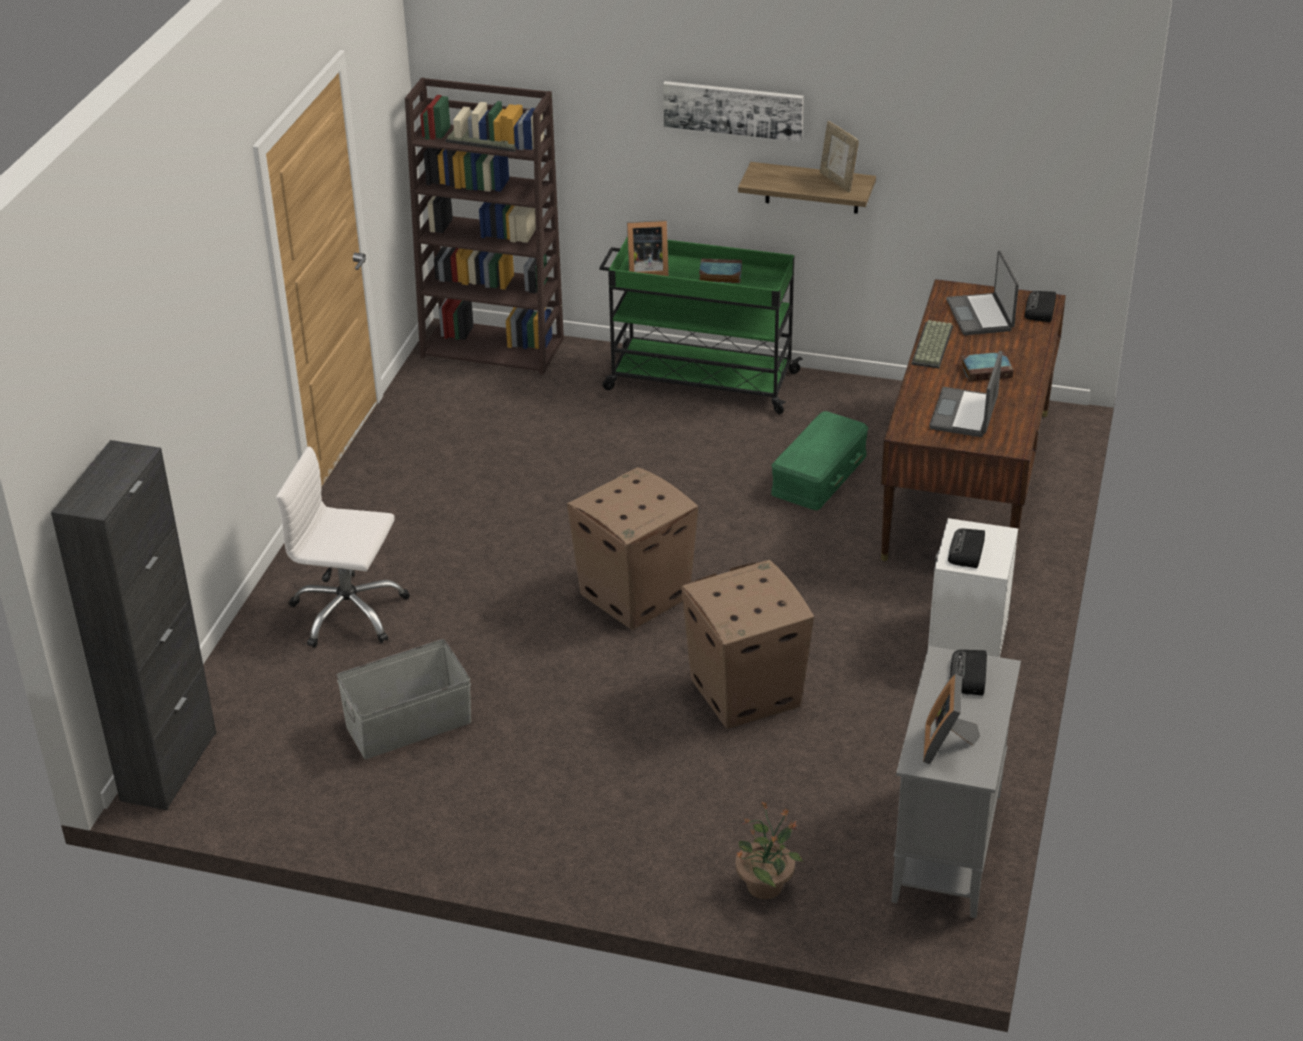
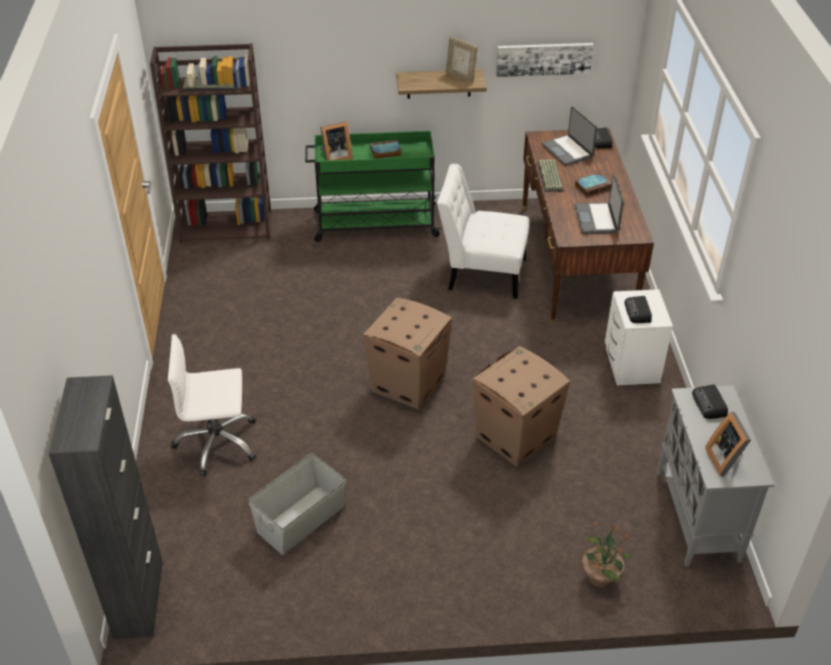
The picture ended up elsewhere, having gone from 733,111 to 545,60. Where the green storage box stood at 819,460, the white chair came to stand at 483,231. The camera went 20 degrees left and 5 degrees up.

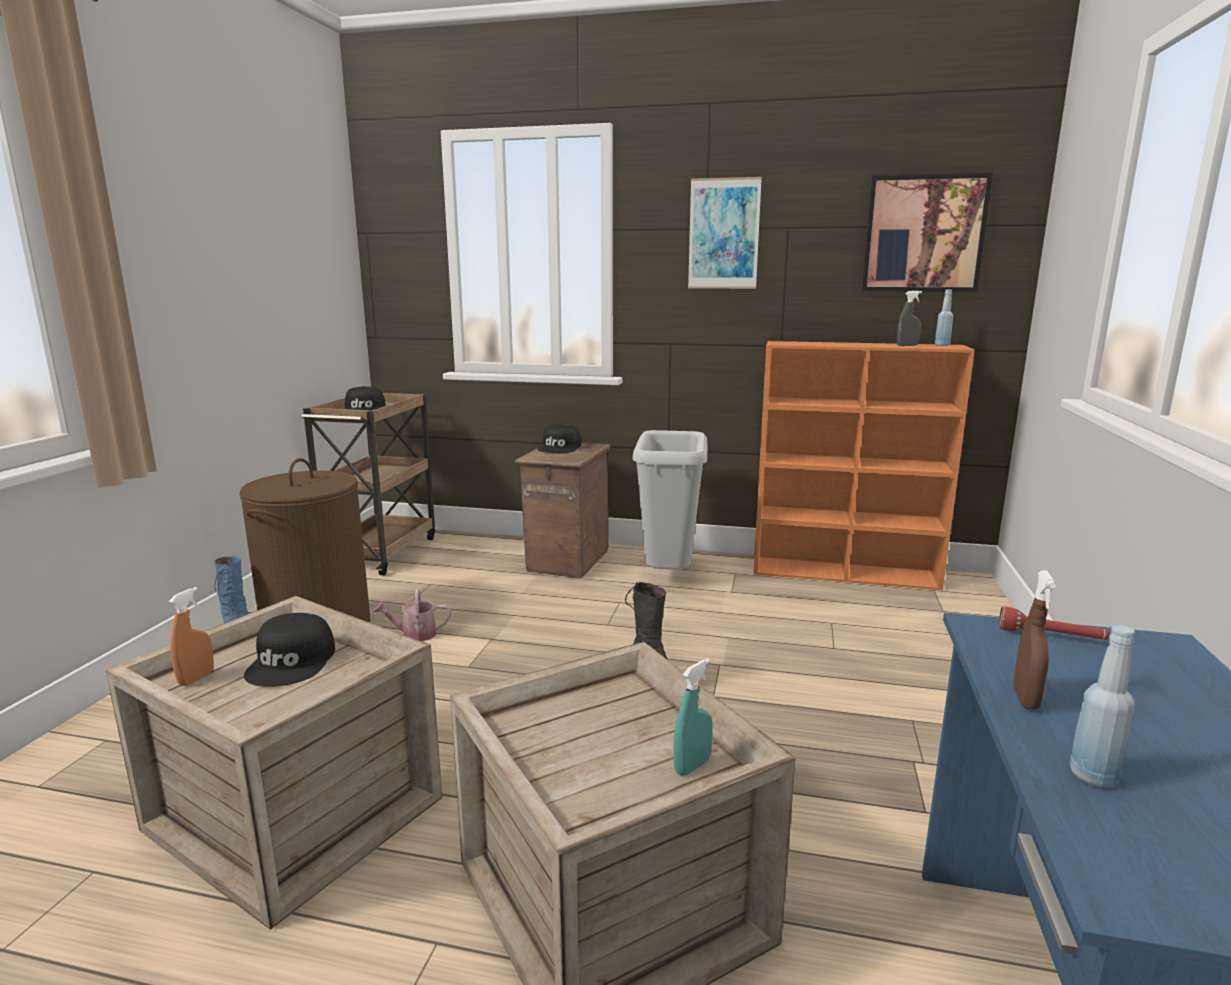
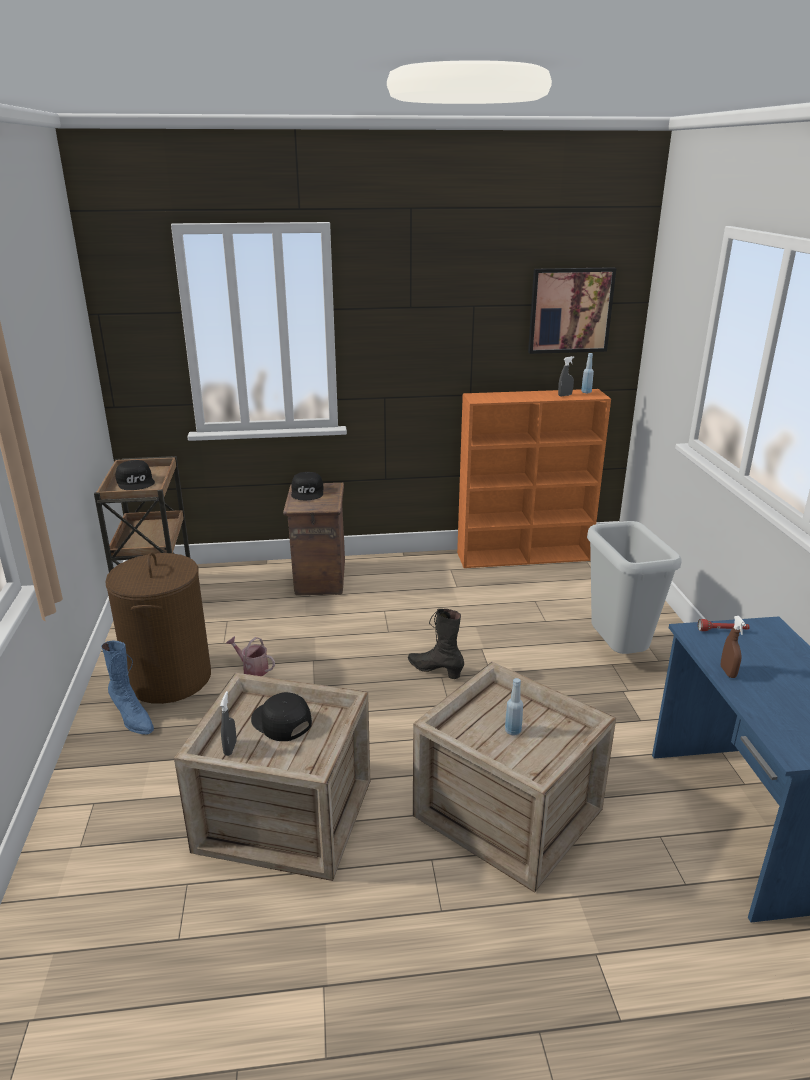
The second view lost the turquoise spray bottle at 693,717. The second view lost the picture at 725,233. The grey trash can ended up elsewhere, having gone from 670,500 to 634,587. The blue bottle ended up elsewhere, having gone from 1102,706 to 514,707. What was the orange spray bottle at 191,636 turned into the grey spray bottle at 228,723. The black cap at 289,650 ended up facing another way, 150 degrees clockwise from before. The watering can at 411,615 ended up facing another way, 60 degrees clockwise from before. The camera went 20 degrees left and 10 degrees up.

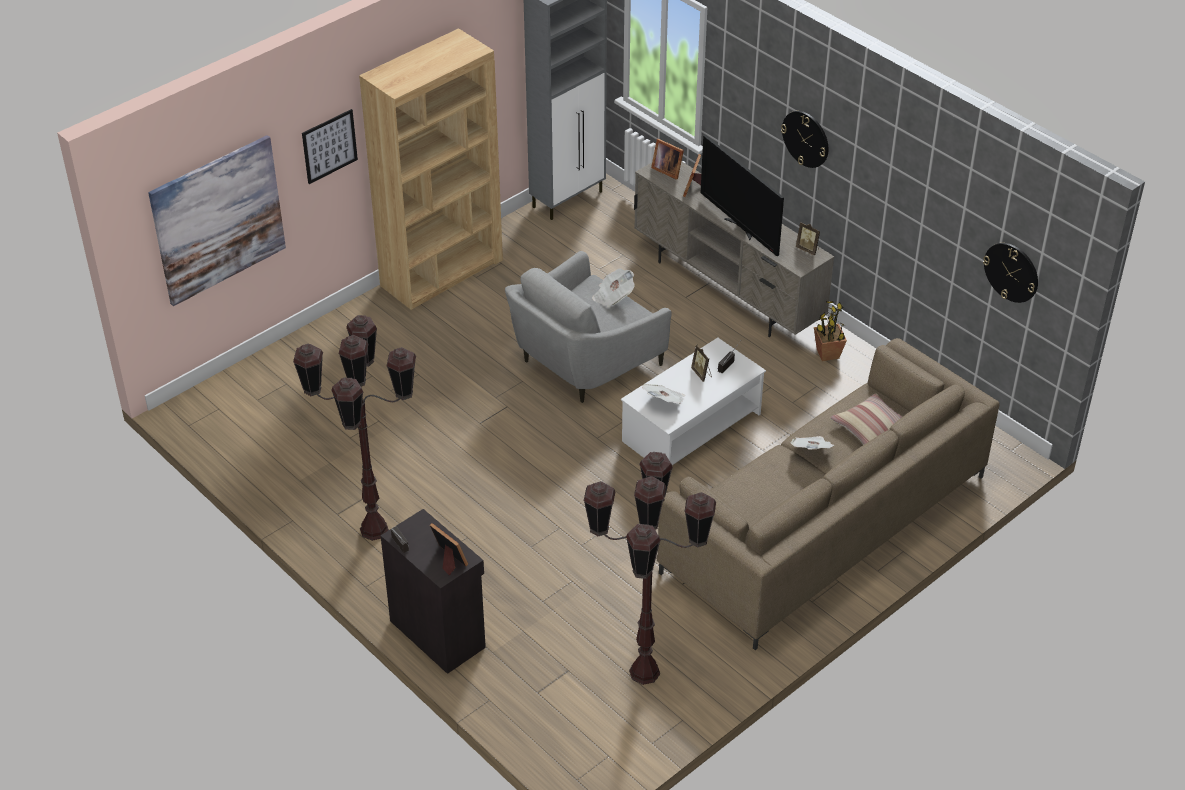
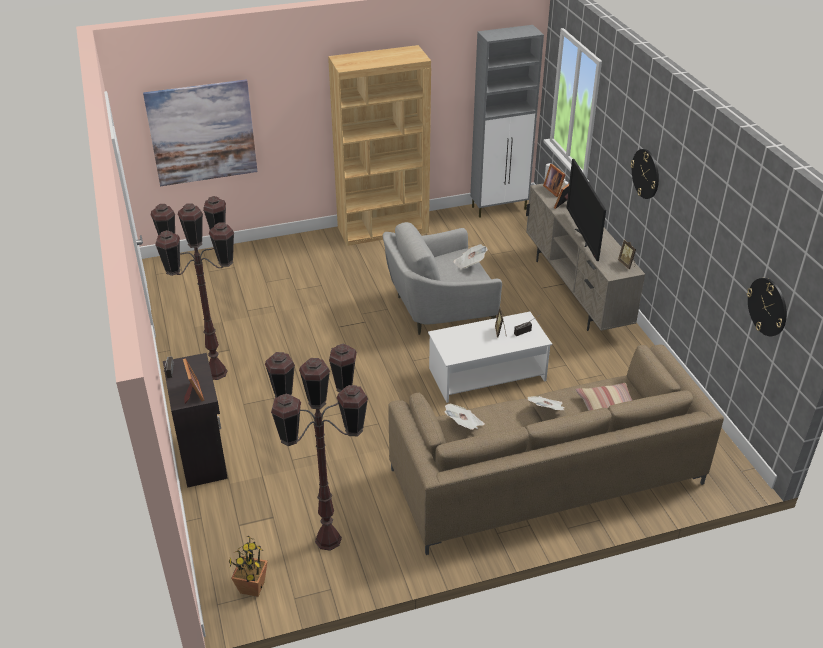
The second view lost the picture at 330,146. The newspaper ended up elsewhere, having gone from 663,394 to 464,416. The potted plant ended up elsewhere, having gone from 830,331 to 248,566. The camera went 25 degrees right and 5 degrees down.

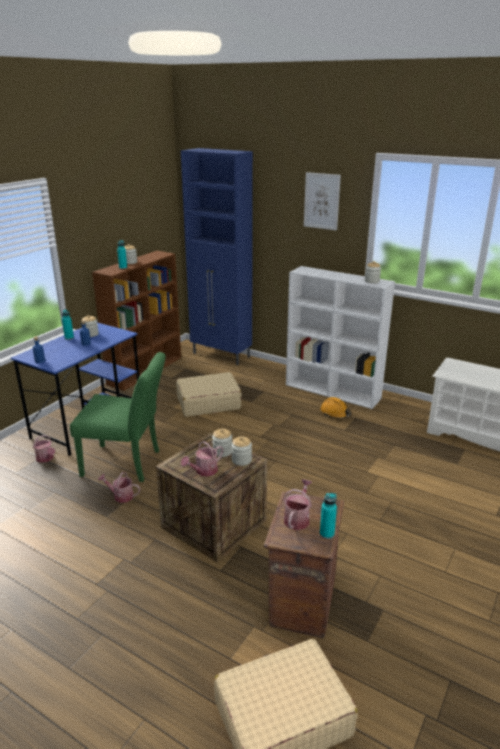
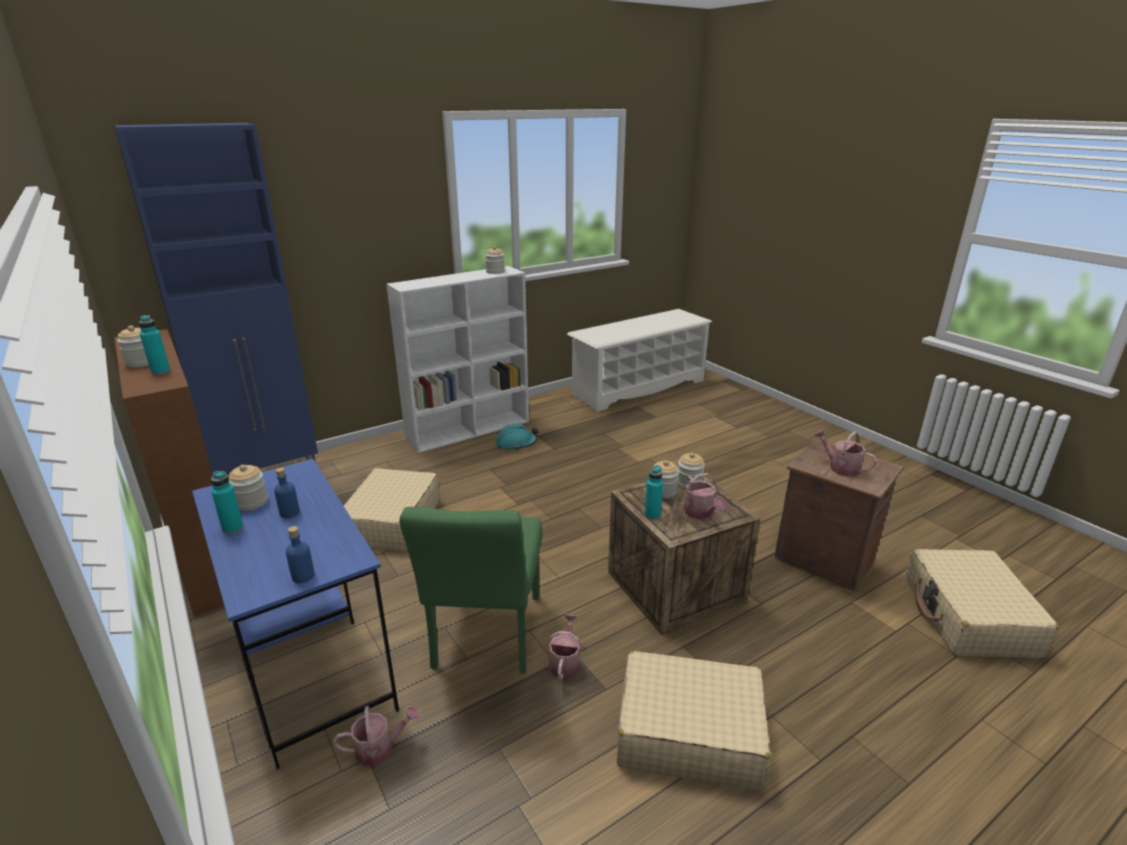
The second view lost the picture at 322,201. The second view gained the beige suitcase at 694,720. The turquoise bottle ended up elsewhere, having gone from 328,516 to 654,492. What was the orange hard hat at 335,408 turned into the turquoise hard hat at 517,437. The green chair at 118,417 ended up facing another way, 150 degrees clockwise from before. The watering can at 119,487 ended up facing another way, 150 degrees clockwise from before. The camera went 65 degrees left and 0 degrees up.

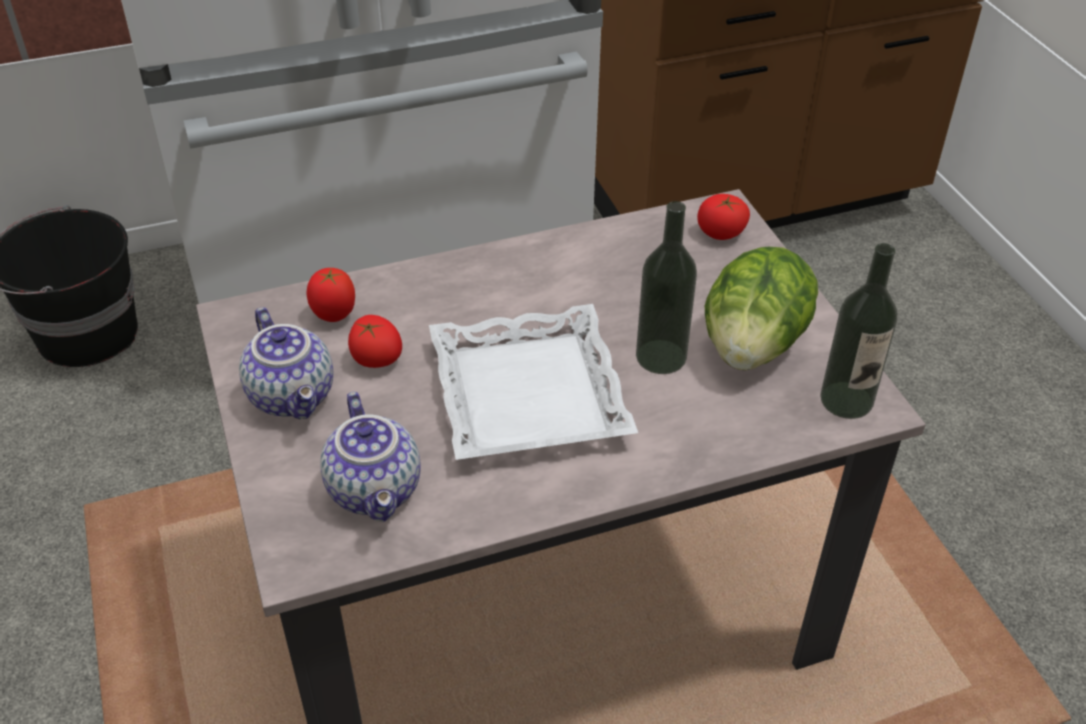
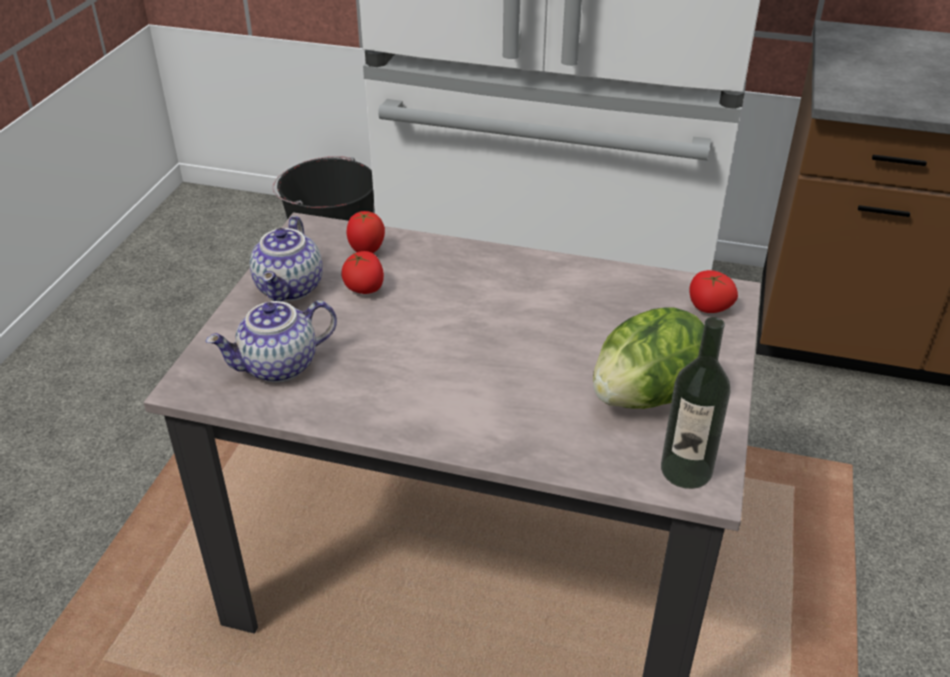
The second view lost the white tray at 533,382. The second view lost the bottle at 666,287. The teapot at 370,457 ended up facing another way, 45 degrees clockwise from before. The camera went 35 degrees right and 5 degrees down.

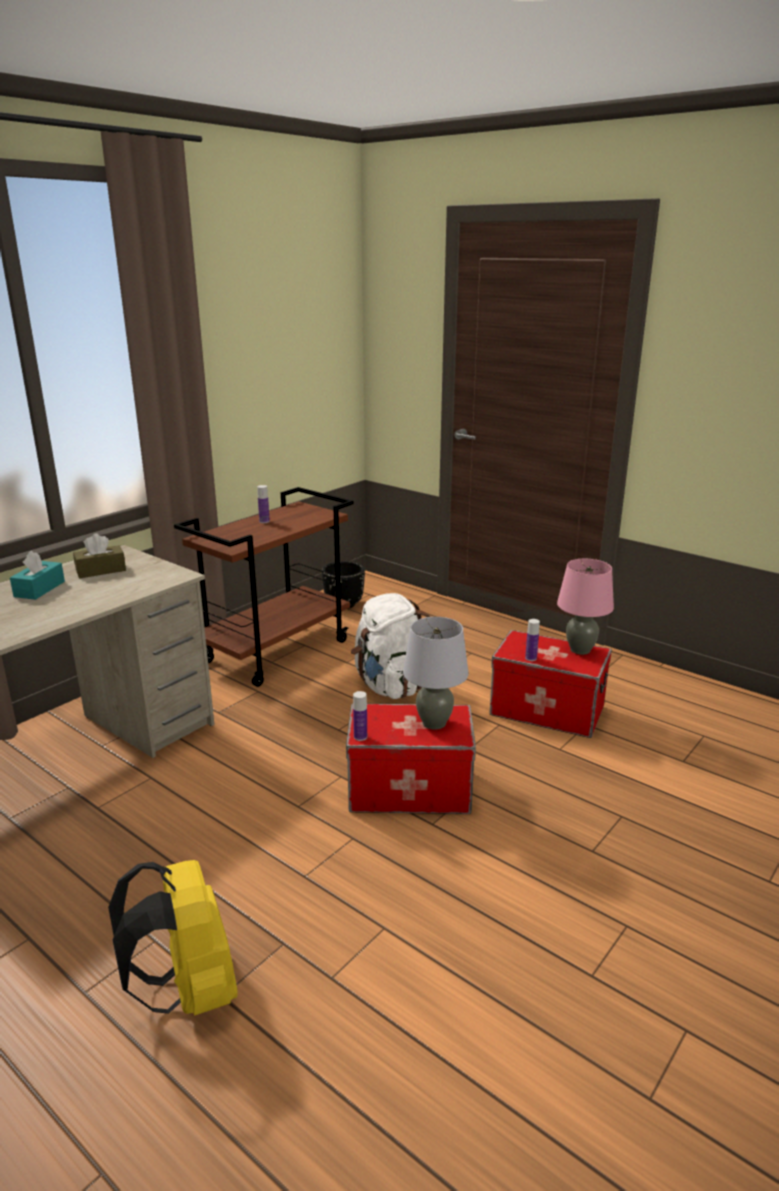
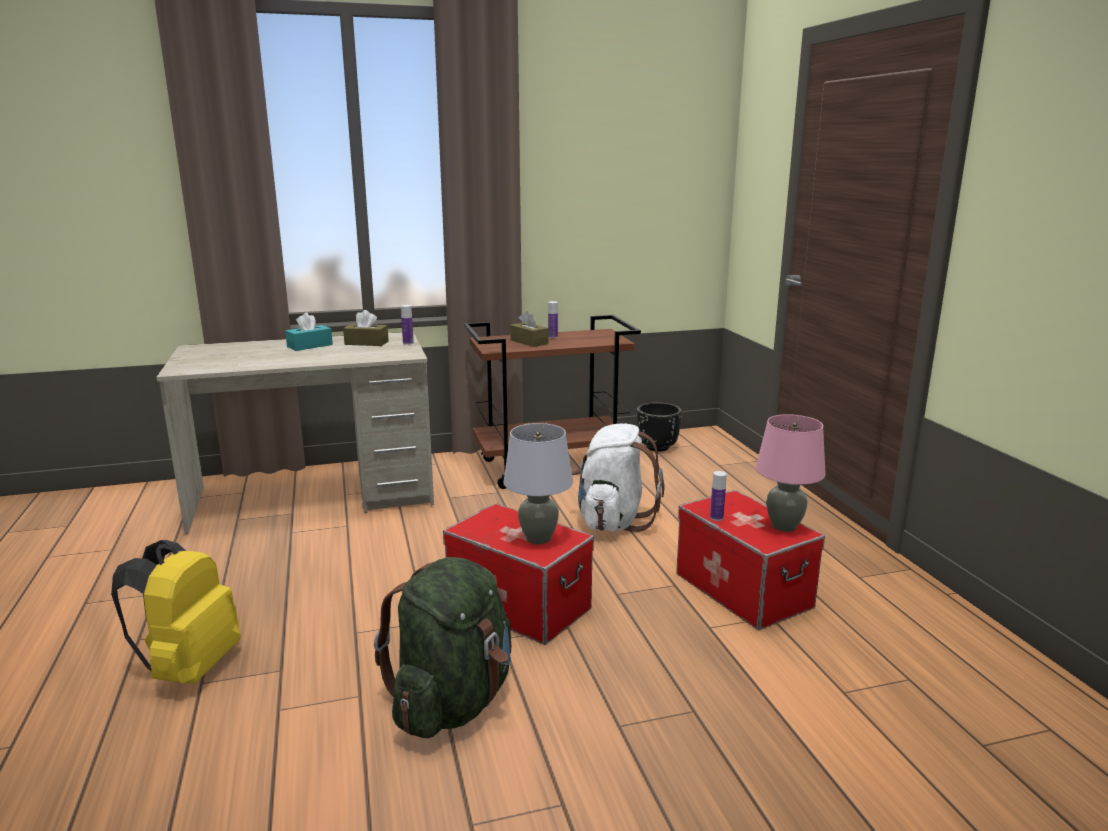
The second view gained the green backpack at 442,647. The second view gained the brown tissue box at 529,329. The bottle ended up elsewhere, having gone from 360,716 to 407,325. The camera went 35 degrees right and 5 degrees down.

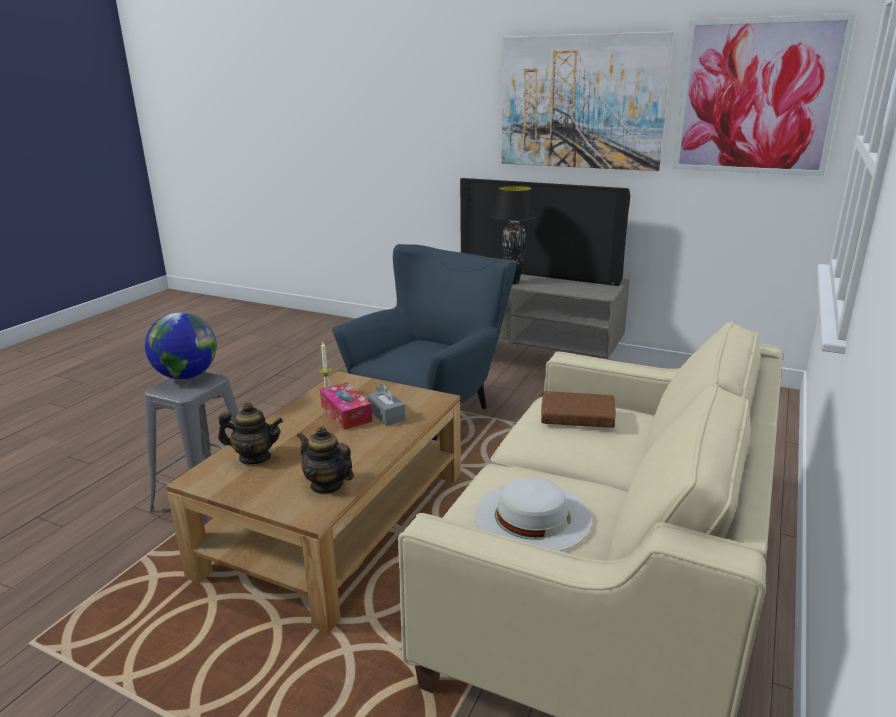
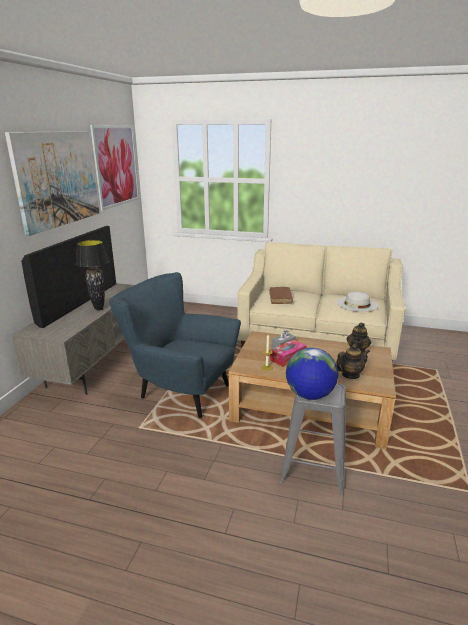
The teapot at 250,433 ended up facing another way, 75 degrees clockwise from before. The camera went 100 degrees left and 0 degrees up.

